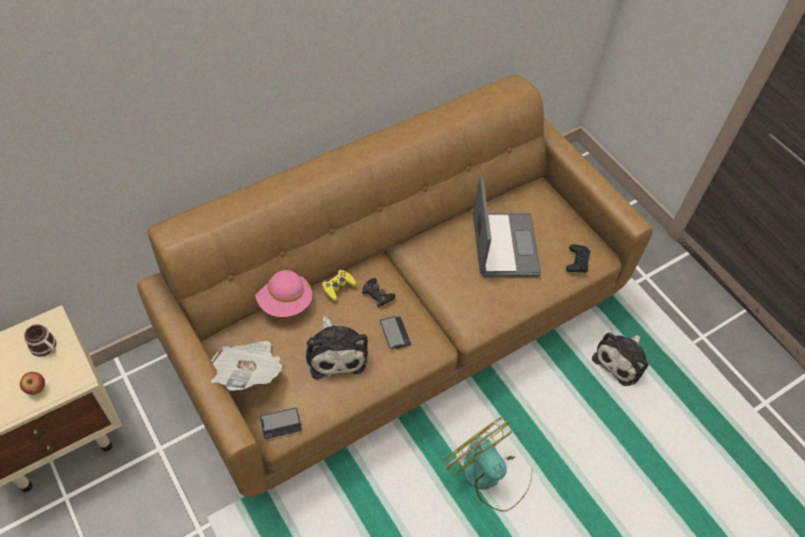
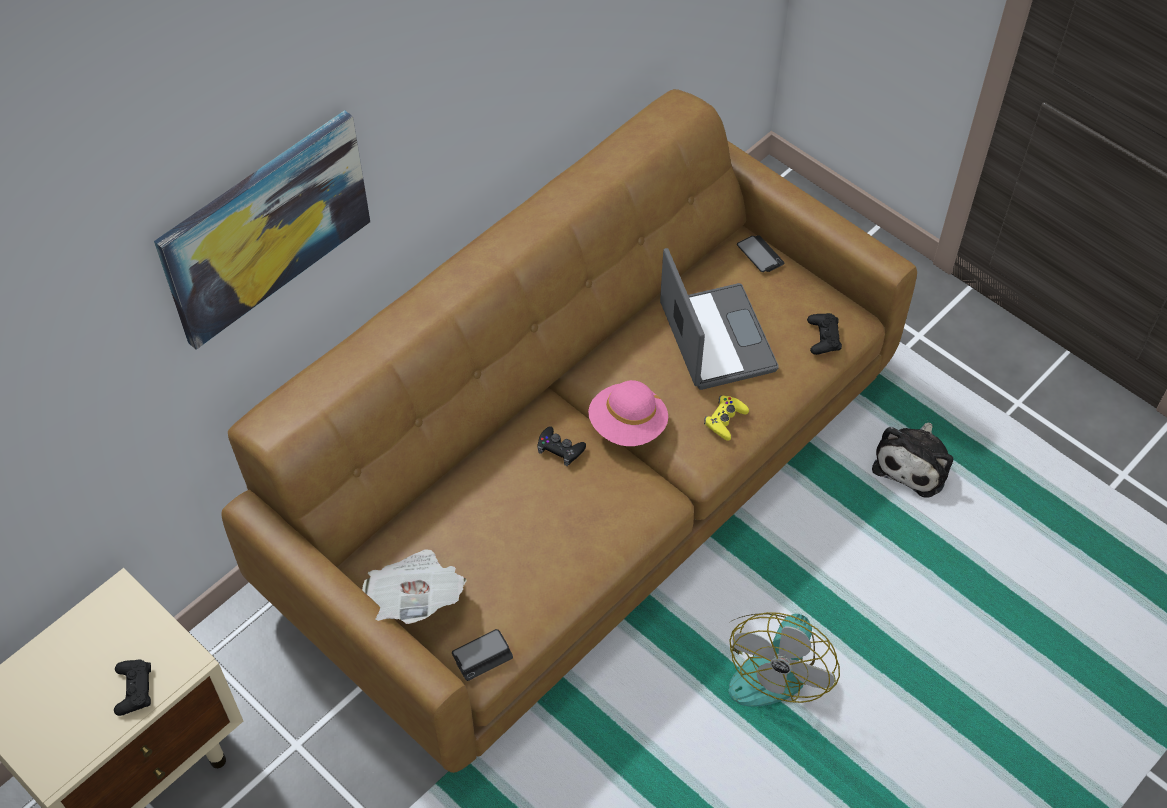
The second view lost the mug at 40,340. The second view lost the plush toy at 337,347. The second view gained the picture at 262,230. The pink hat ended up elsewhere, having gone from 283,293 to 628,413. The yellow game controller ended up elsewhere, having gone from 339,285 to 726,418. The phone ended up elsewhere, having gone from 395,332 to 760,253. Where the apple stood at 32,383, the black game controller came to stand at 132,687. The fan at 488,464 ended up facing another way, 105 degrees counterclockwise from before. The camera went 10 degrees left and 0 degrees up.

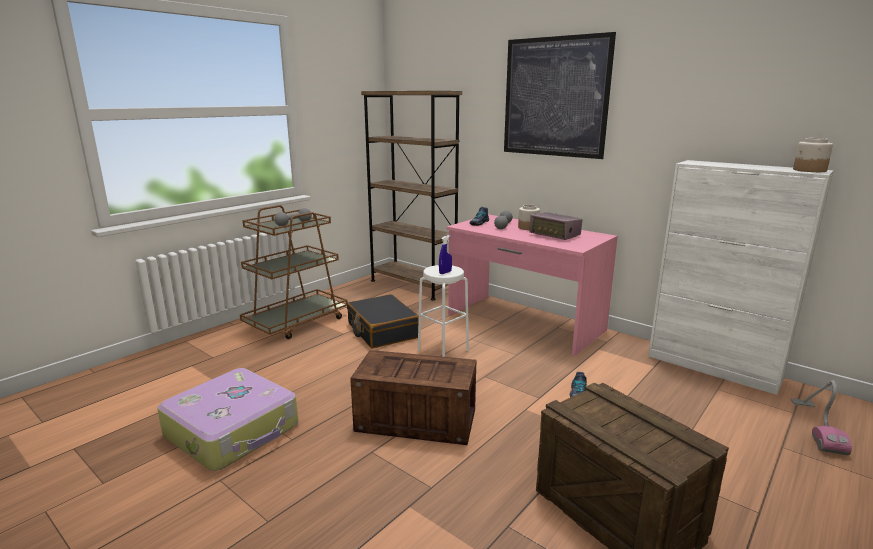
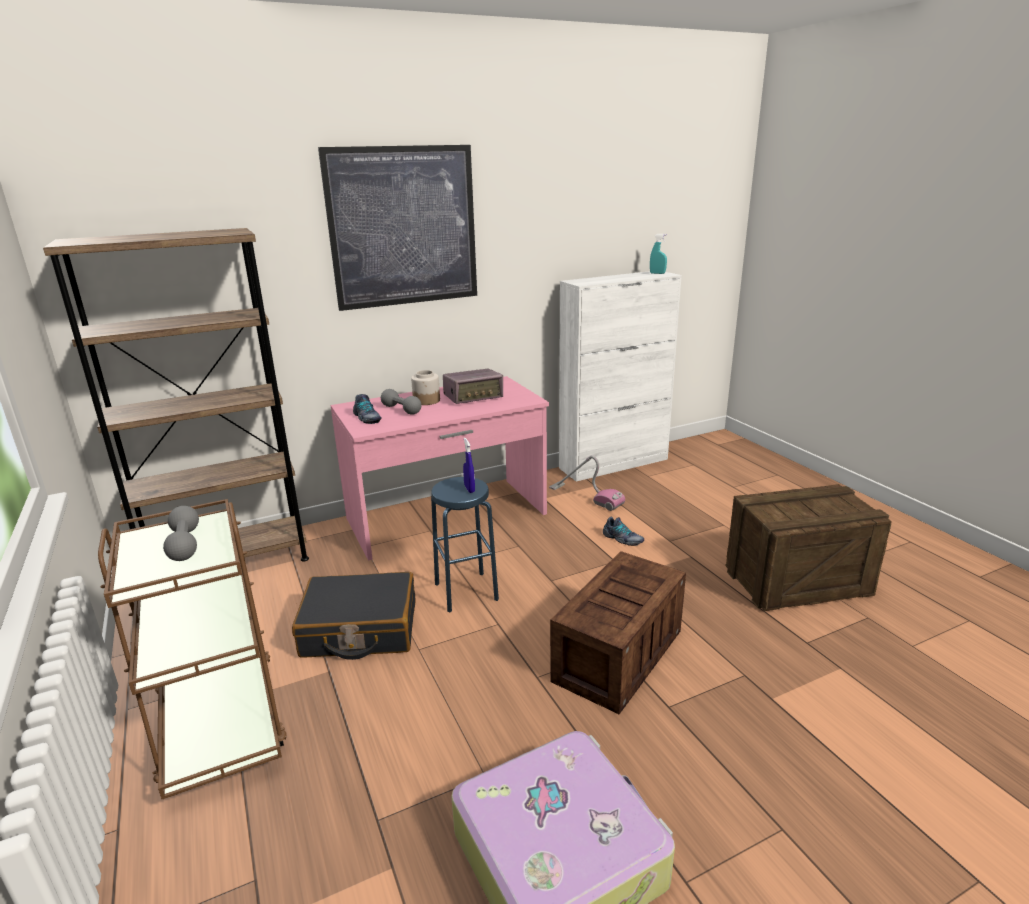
The vacuum cleaner ended up elsewhere, having gone from 821,417 to 587,483. Where the jar stood at 813,155, the turquoise spray bottle came to stand at 658,254. What was the white stool at 443,311 turned into the blue stool at 465,544. The camera went 65 degrees left and 5 degrees up.

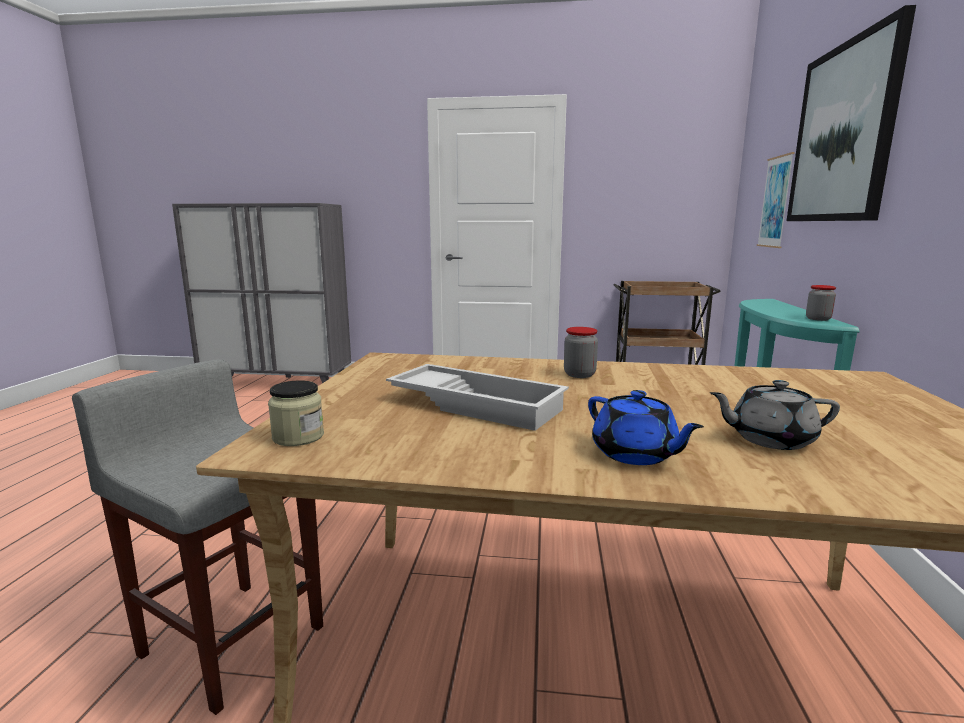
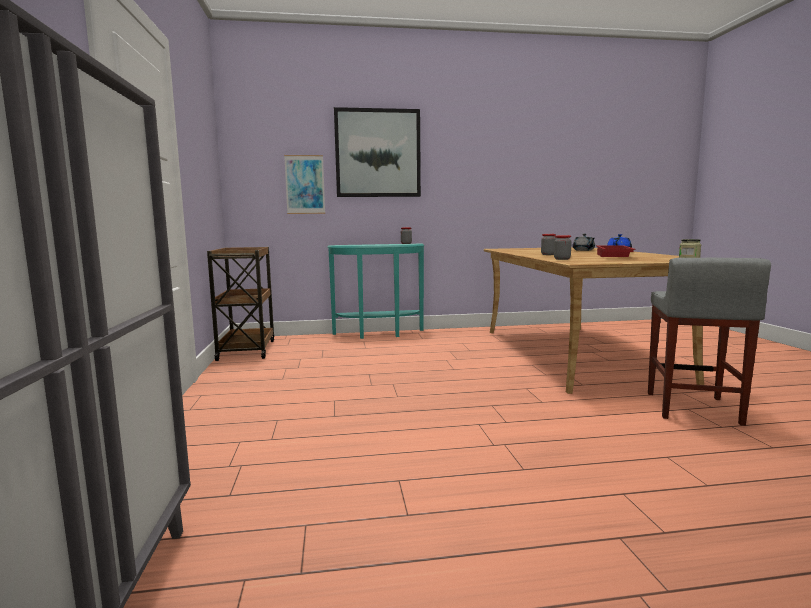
The second view gained the jar at 563,247. What was the white tray at 477,397 turned into the red tray at 616,251. The camera went 105 degrees left and 5 degrees down.

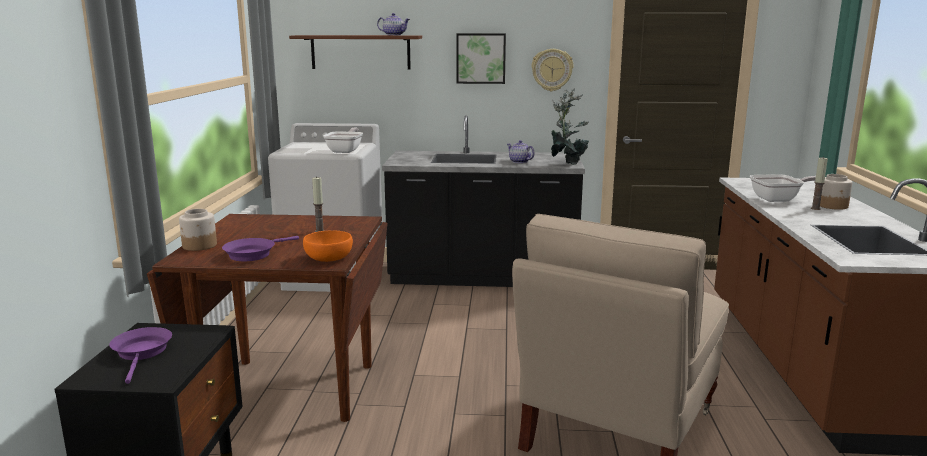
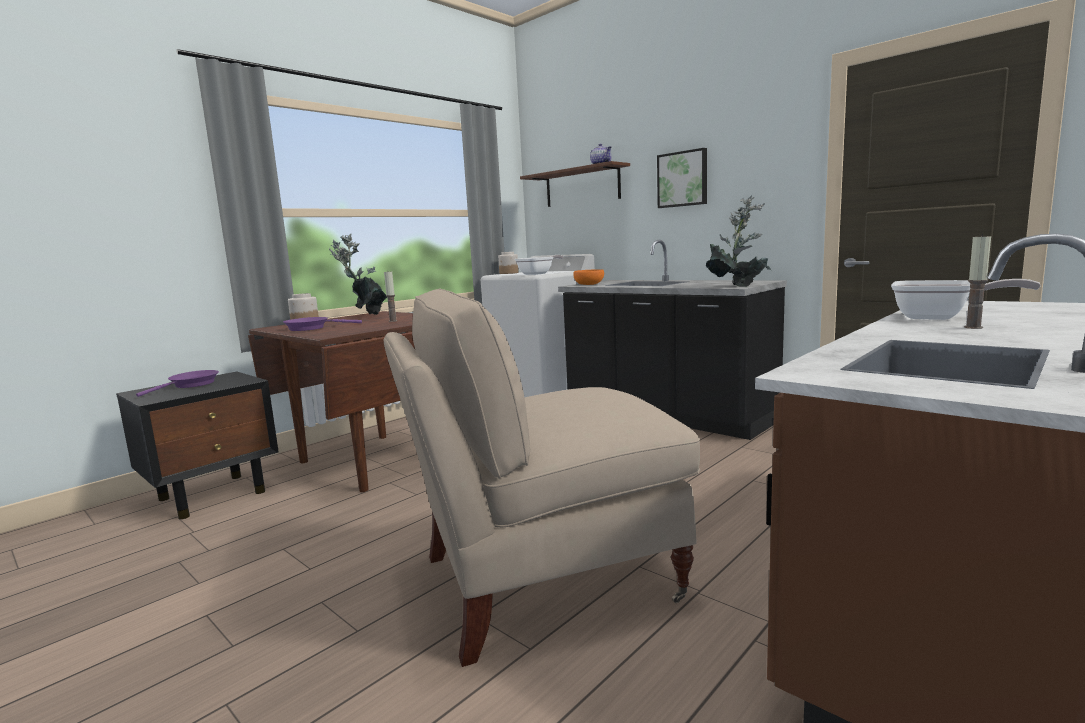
The second view lost the teapot at 521,151. The second view lost the wall clock at 552,70. The second view gained the potted plant at 358,274. The orange bowl ended up elsewhere, having gone from 328,246 to 588,277. The jar ended up elsewhere, having gone from 836,192 to 508,263. The camera went 40 degrees right and 5 degrees down.

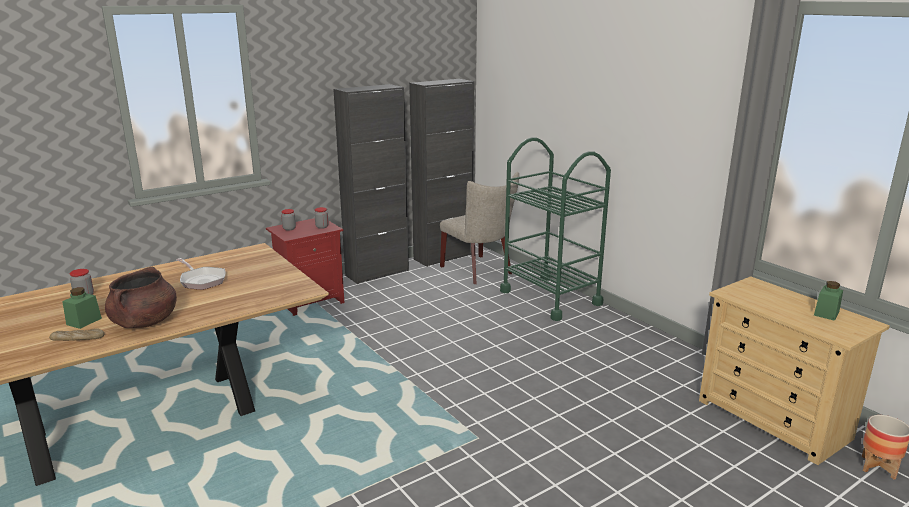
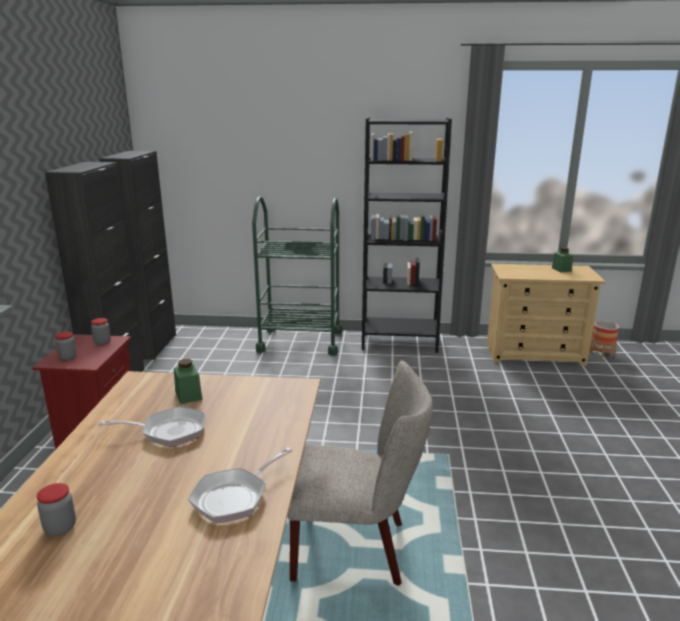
The second view lost the bread at 76,334. The second view gained the black bookcase at 407,235. The green jar ended up elsewhere, having gone from 82,308 to 188,381. The beige chair ended up elsewhere, having gone from 479,228 to 360,473. Where the brown cooking pot stood at 141,297, the frying pan came to stand at 240,485. The camera went 50 degrees left and 0 degrees up.

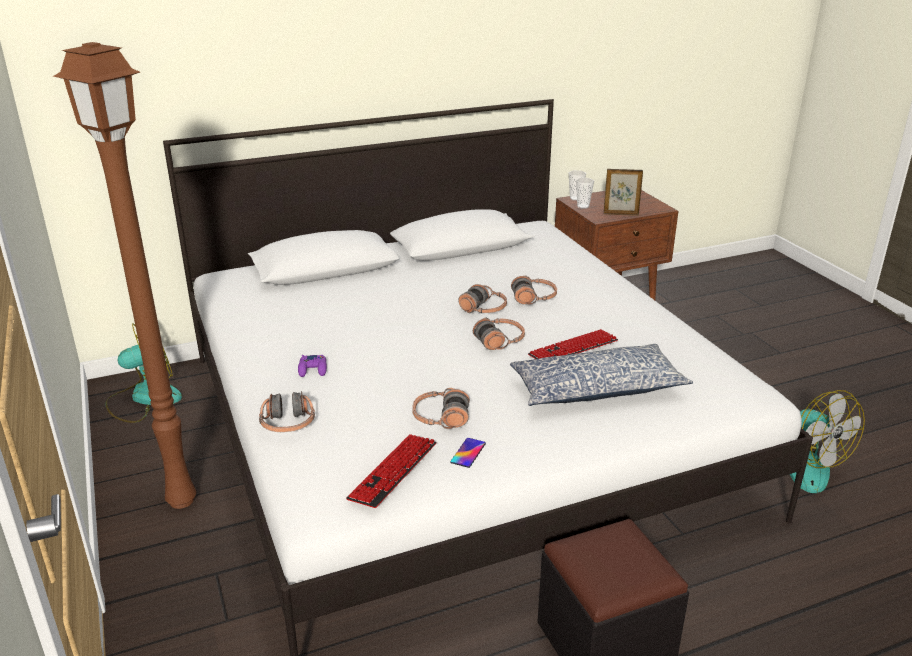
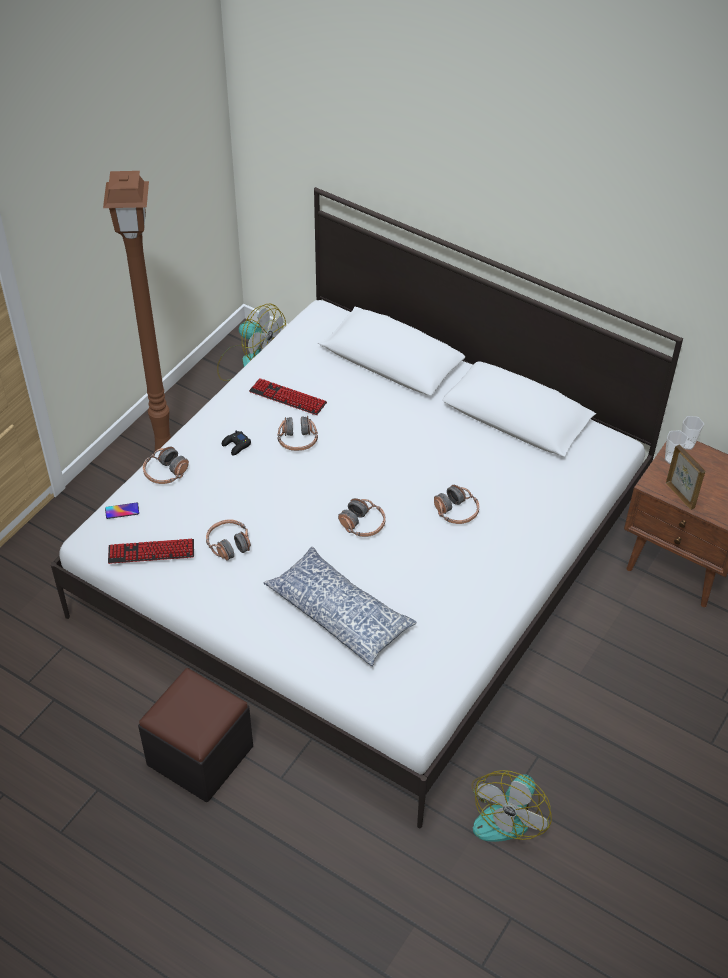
The phone ended up elsewhere, having gone from 468,453 to 122,511. The headphones ended up elsewhere, having gone from 482,298 to 297,433. The keyboard ended up elsewhere, having gone from 573,344 to 288,396. What was the purple game controller at 312,366 turned into the black game controller at 236,443. The camera went 55 degrees right and 20 degrees up.

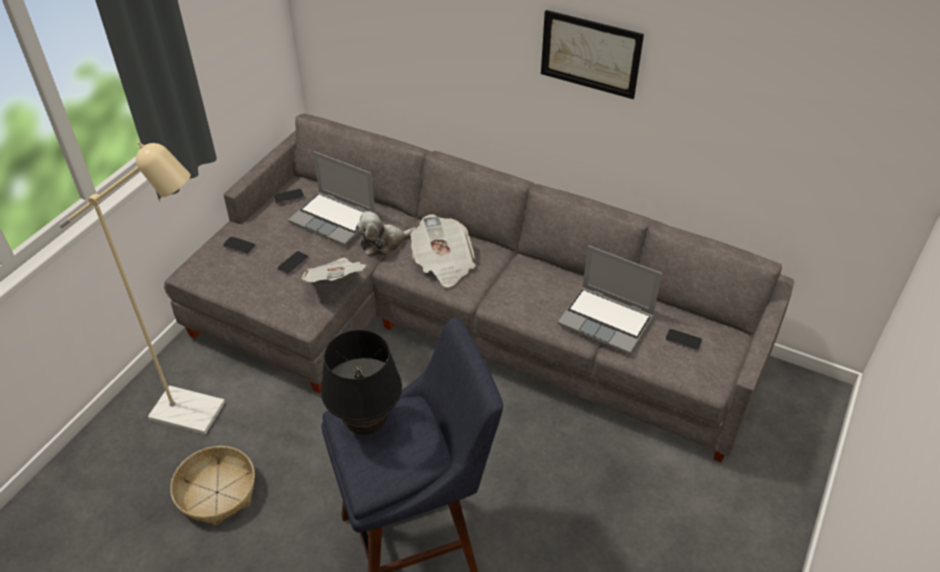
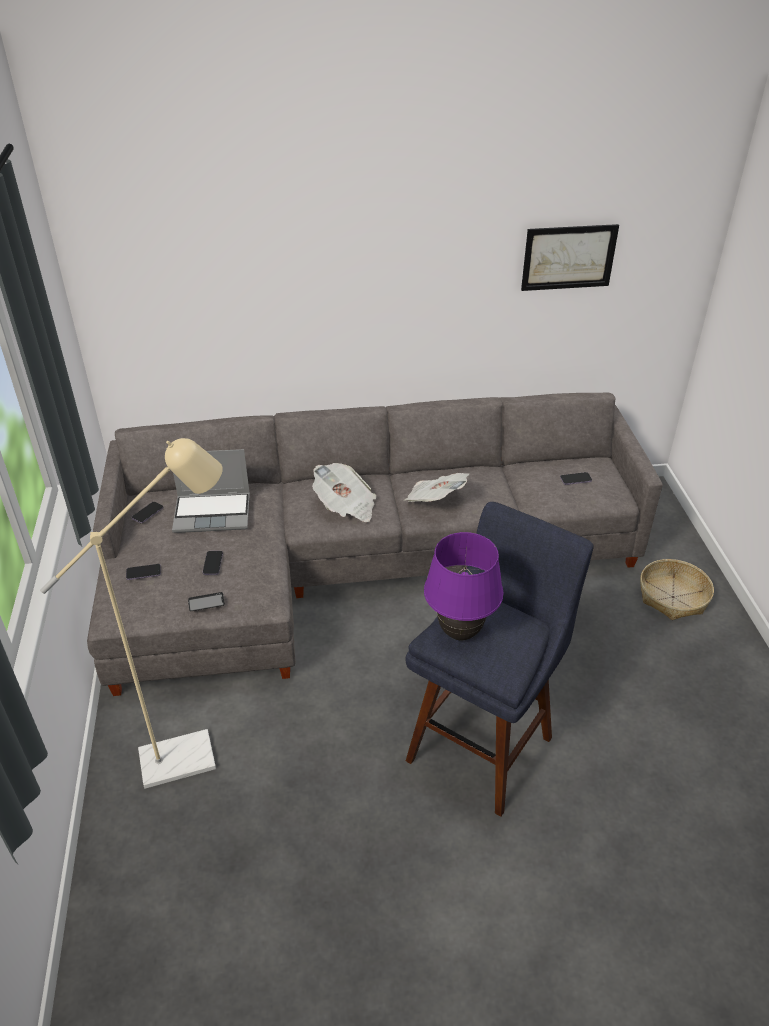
The second view lost the plush toy at 385,233. The second view lost the laptop at 610,299. The second view gained the phone at 206,601. The basket ended up elsewhere, having gone from 212,486 to 677,589. The newspaper ended up elsewhere, having gone from 334,270 to 436,487. The picture ended up elsewhere, having gone from 592,54 to 570,257. What was the black table lamp at 361,382 turned into the purple table lamp at 463,586. The camera went 35 degrees left and 5 degrees down.

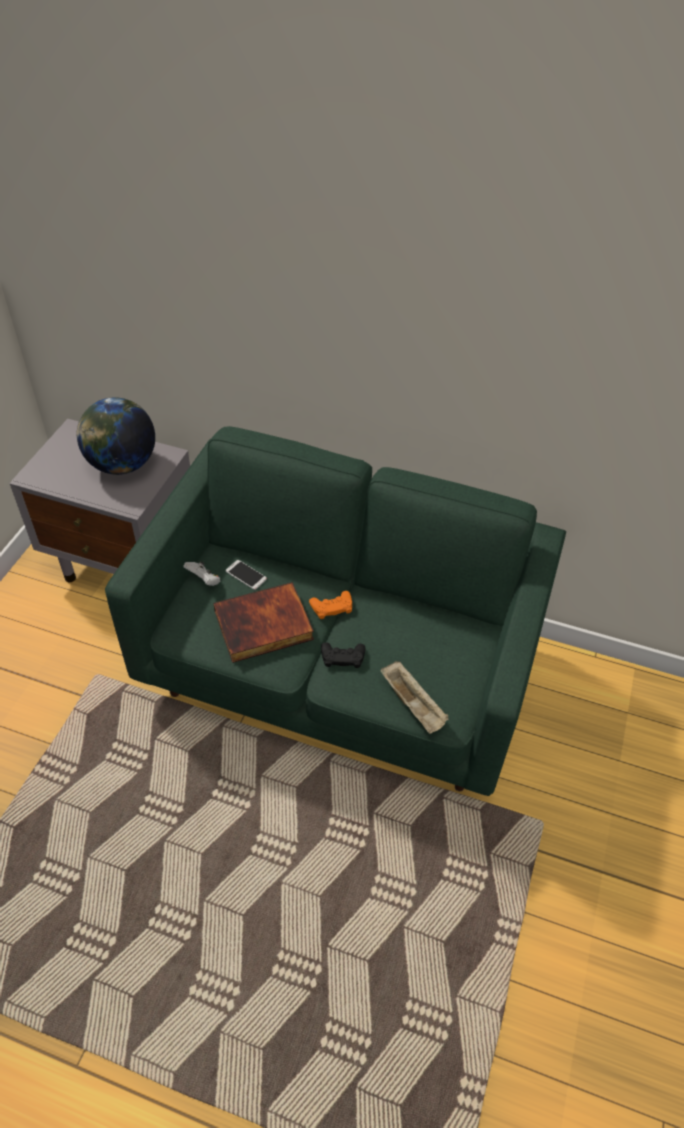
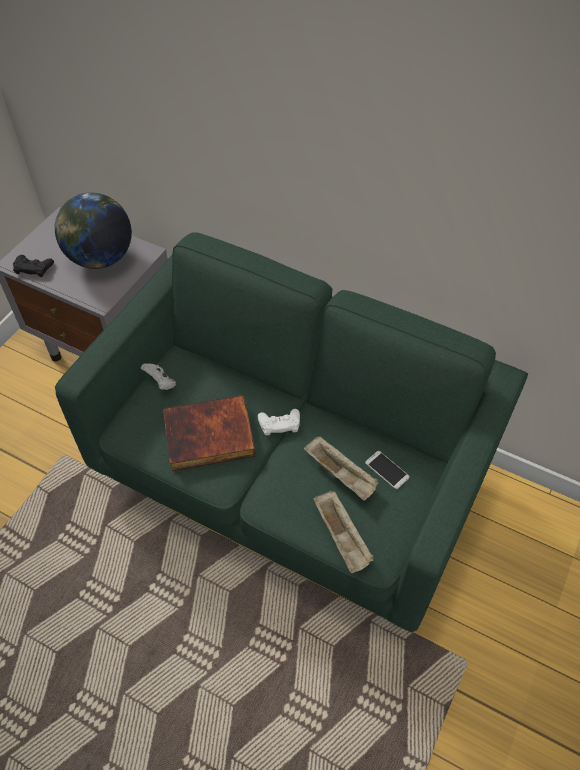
The second view gained the beige tray at 341,468. The phone ended up elsewhere, having gone from 246,575 to 387,470. The black game controller ended up elsewhere, having gone from 343,655 to 33,266. What was the orange game controller at 330,605 turned into the white game controller at 279,422. The camera went 10 degrees right and 5 degrees up.

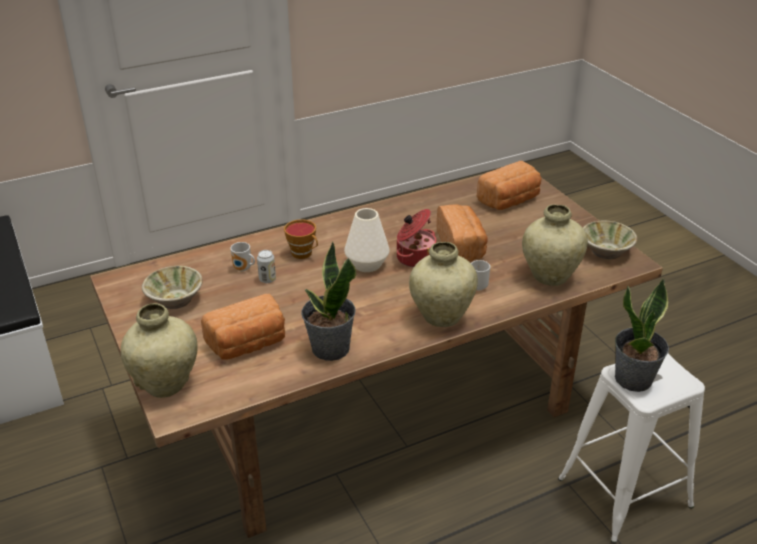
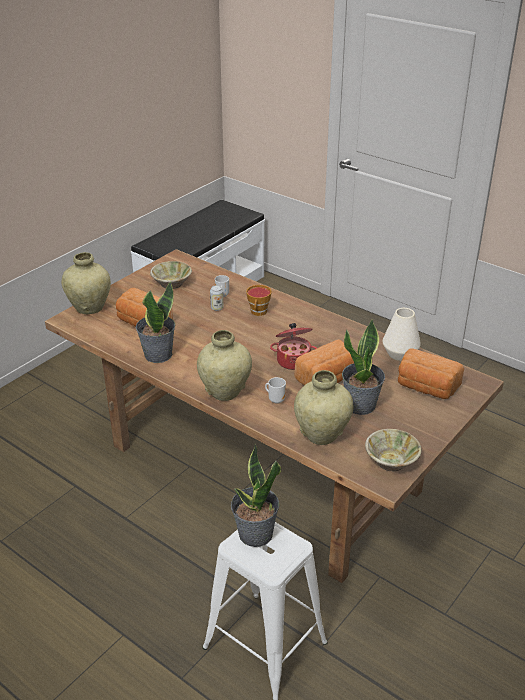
The second view gained the potted plant at 363,367. The white vase ended up elsewhere, having gone from 367,240 to 402,334. The camera went 65 degrees right and 0 degrees up.

